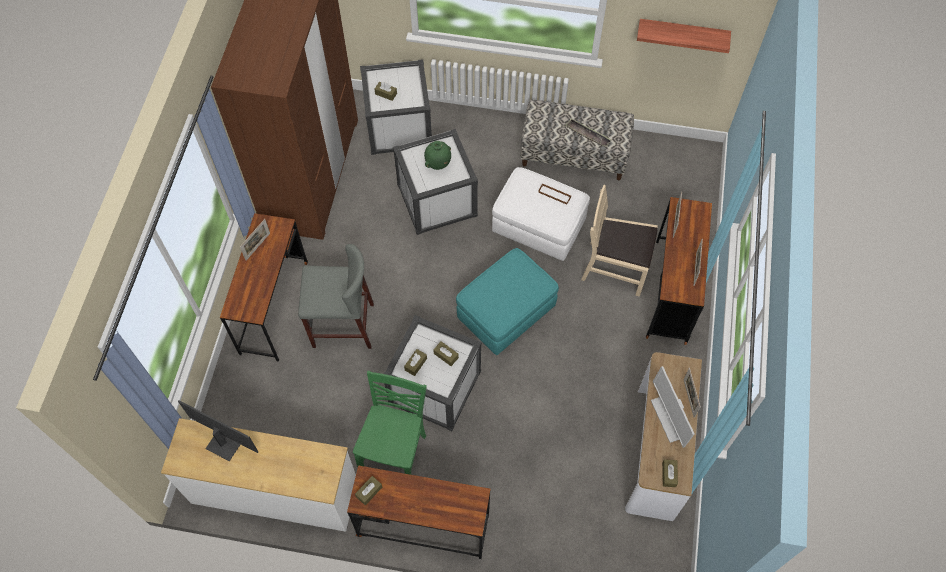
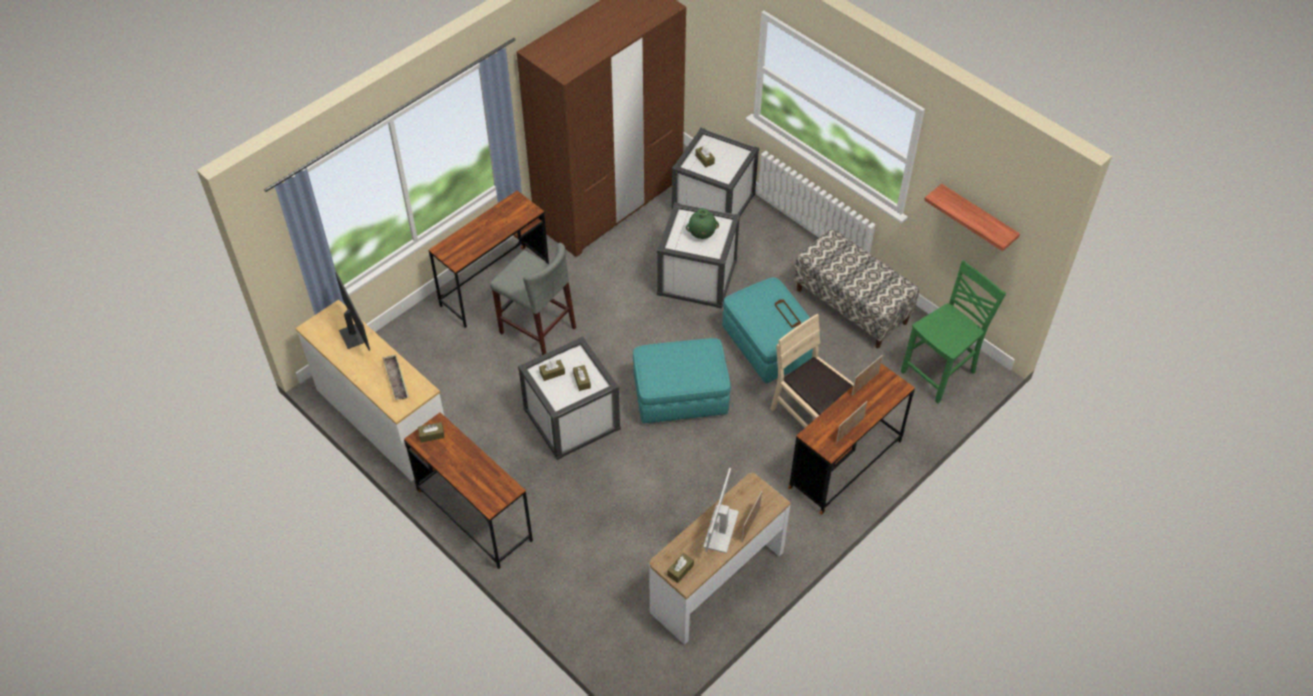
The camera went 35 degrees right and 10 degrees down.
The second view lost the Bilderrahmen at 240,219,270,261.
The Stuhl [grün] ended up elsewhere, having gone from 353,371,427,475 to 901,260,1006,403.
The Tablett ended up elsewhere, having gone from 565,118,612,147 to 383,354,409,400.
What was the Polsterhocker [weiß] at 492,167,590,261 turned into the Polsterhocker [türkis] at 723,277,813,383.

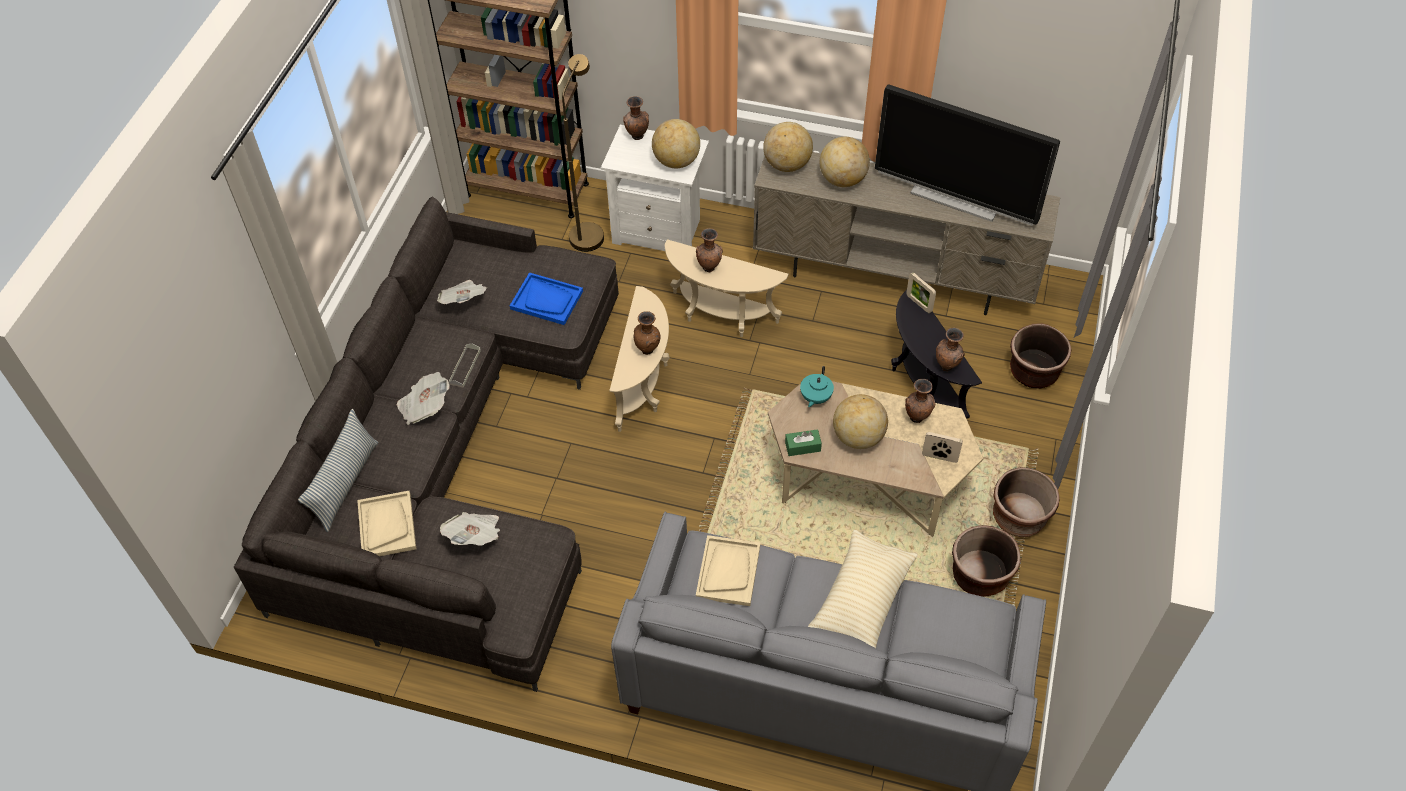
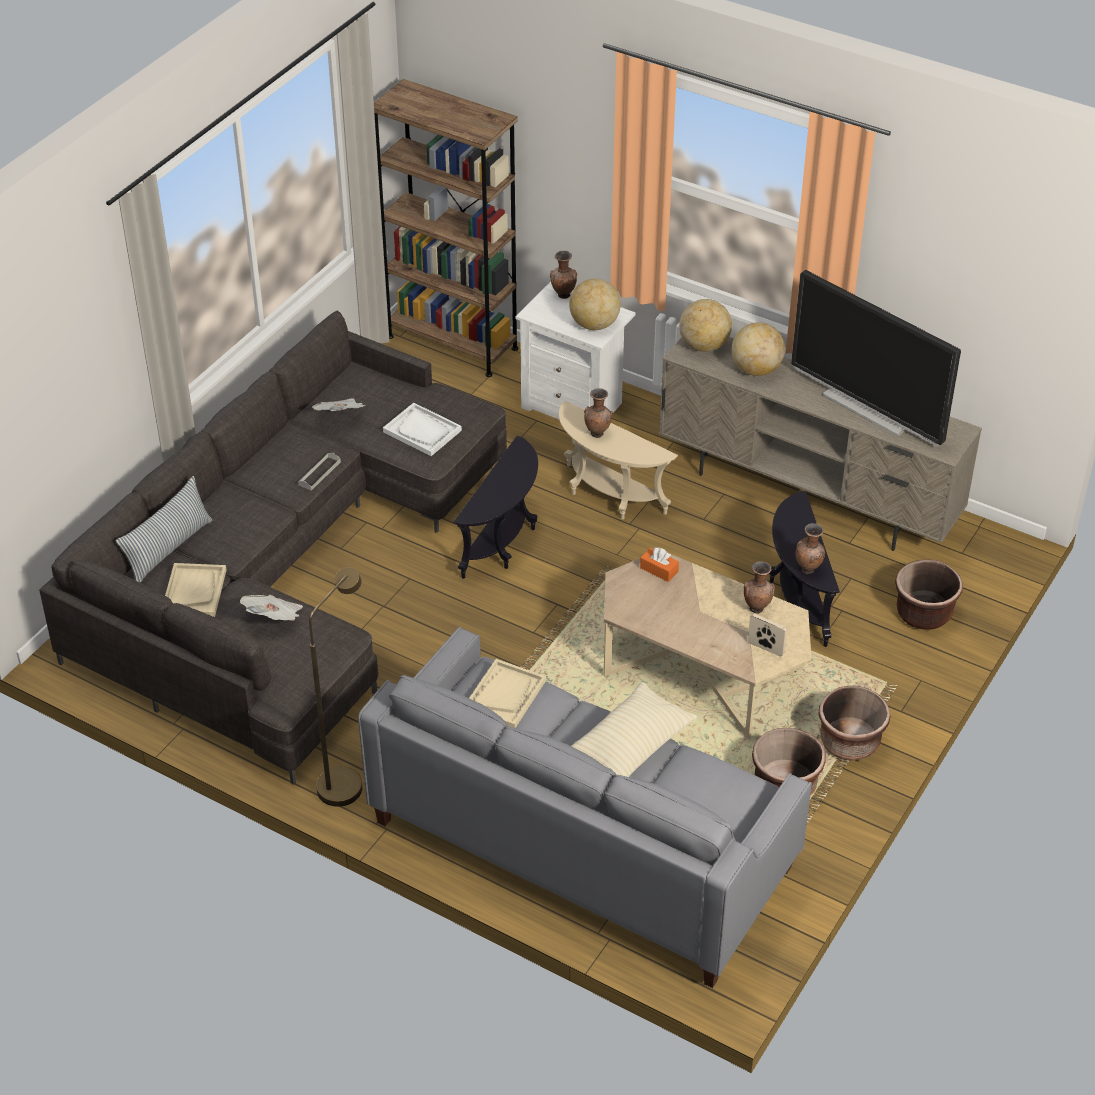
The camera went 15 degrees right and 10 degrees down.
The second view lost the Zeitung at 397,372,450,425.
The second view lost the Vase [braun] at 634,311,661,355.
The second view lost the Taschentuchbox [grün] at 785,429,822,456.
The second view lost the Globus at 833,394,888,449.
The second view lost the Bilderrahmen at 906,272,936,313.
The Stehlampe [braun] ended up elsewhere, having gone from 562,54,604,252 to 309,567,362,807.
Where the Teekanne [türkis] stood at 800,366,834,407, the Taschentuchbox [orange] came to stand at 640,548,679,582.
What was the Tablett [blau] at 510,273,583,325 turned into the Tablett [weiß] at 383,403,462,456.
What was the Beistelltisch [beige] at 609,286,670,432 turned into the Beistelltisch [schwarz] at 453,436,538,579.

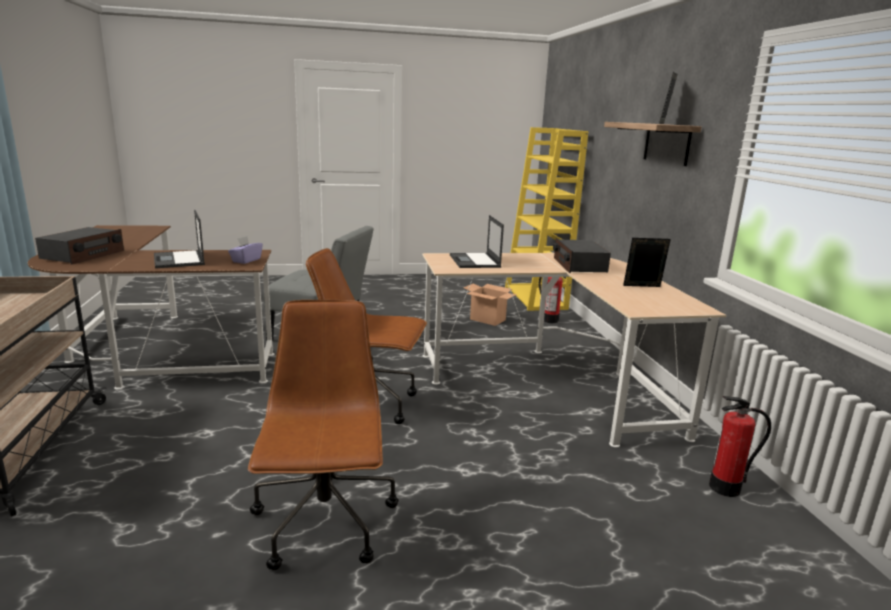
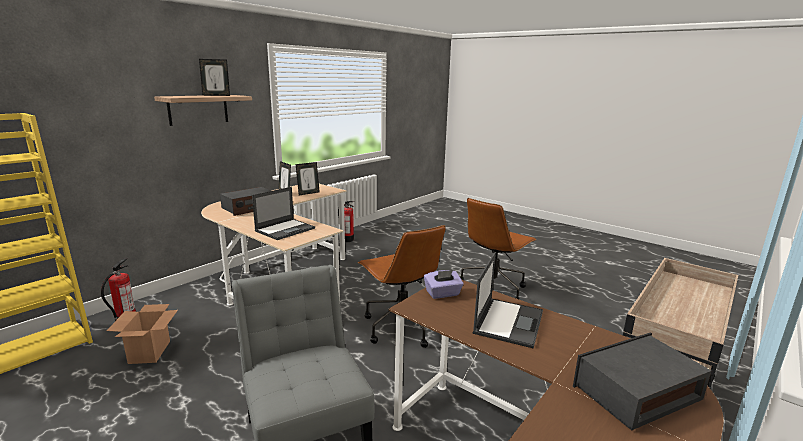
The camera went 130 degrees left and 0 degrees up.
The second view gained the Bilderrahmen at 295,162,320,195.

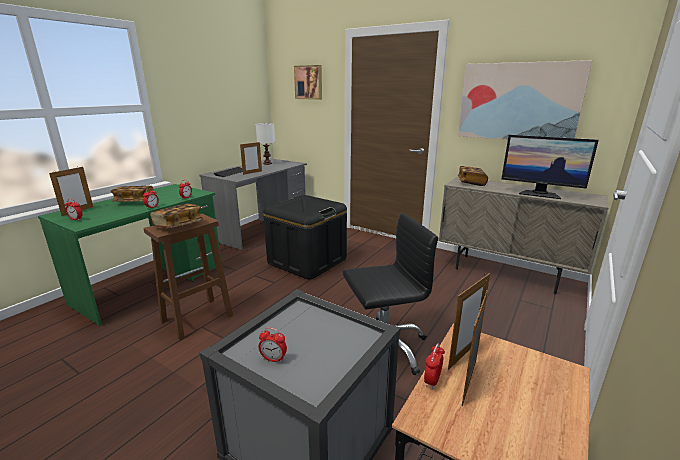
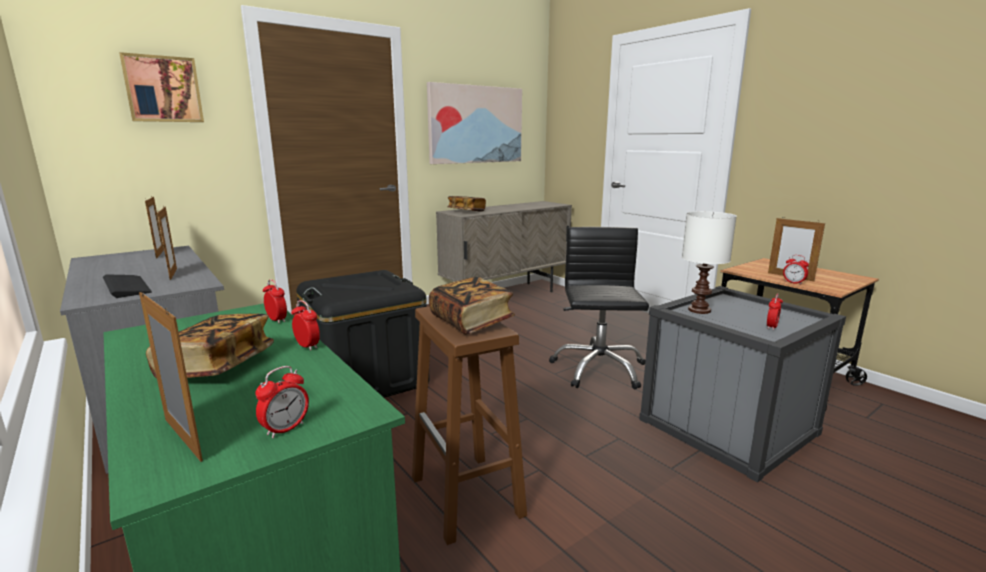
The camera went 70 degrees left and 5 degrees down.
The second view lost the Monitor at 502,135,599,199.
The Tischlampe [weiß] ended up elsewhere, having gone from 256,123,275,165 to 682,211,737,314.
The Bilderrahmen ended up elsewhere, having gone from 448,273,490,369 to 145,195,164,259.

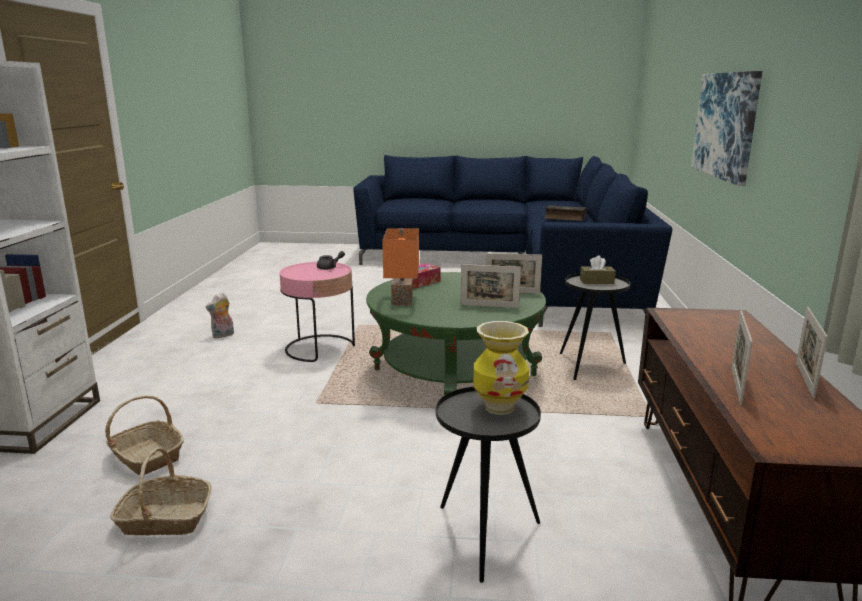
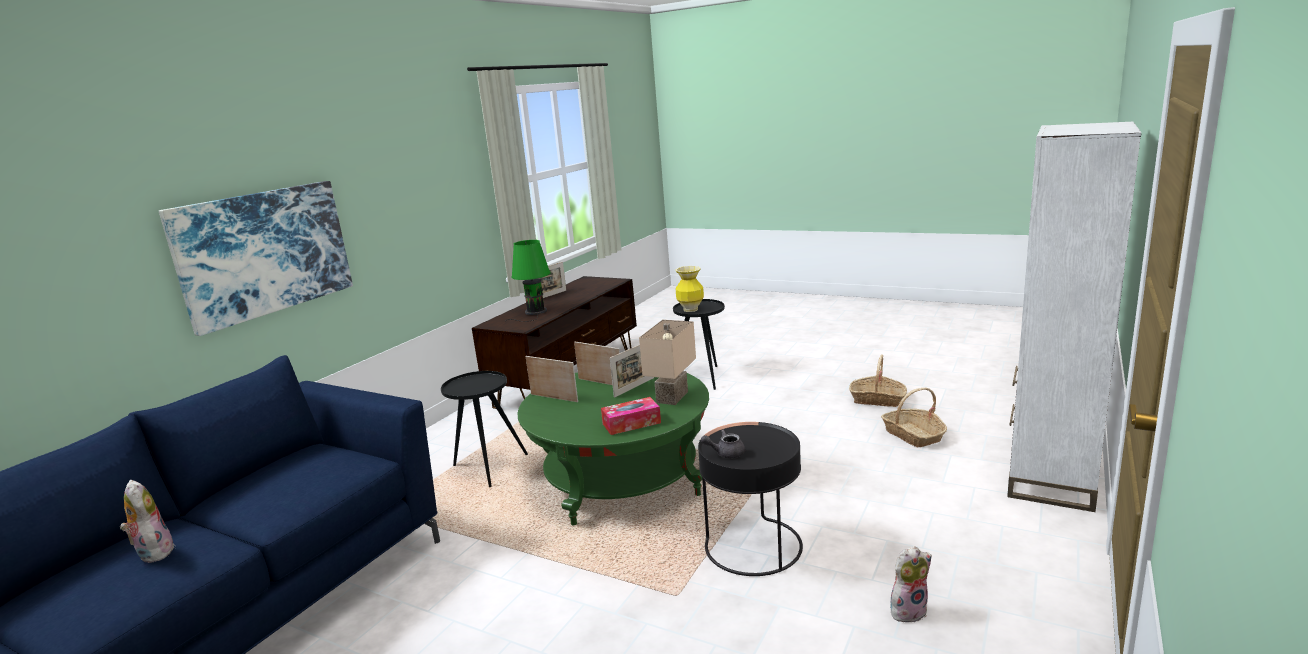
The camera went 155 degrees left and 0 degrees up.
The second view lost the Taschentuchbox [braun] at 580,255,616,284.
The second view gained the Tischlampe [grün] at 505,240,551,322.
The Bilderrahmen ended up elsewhere, having gone from 731,311,753,405 to 610,345,654,398.
Where the Buch stood at 544,205,587,221, the Plüschtier came to stand at 120,480,175,563.
What was the Beistelltisch [rosa] at 280,262,355,362 turned into the Beistelltisch [schwarz] at 698,422,803,576.
What was the Tischlampe [orange] at 382,228,419,306 turned into the Tischlampe [beige] at 639,320,696,405.

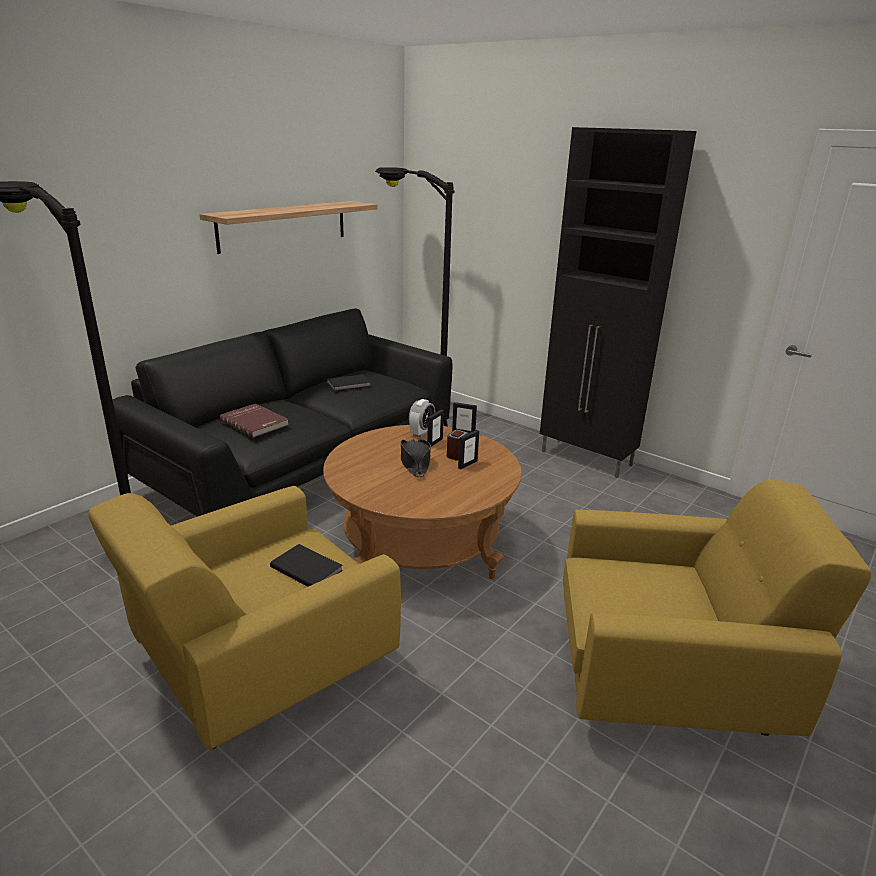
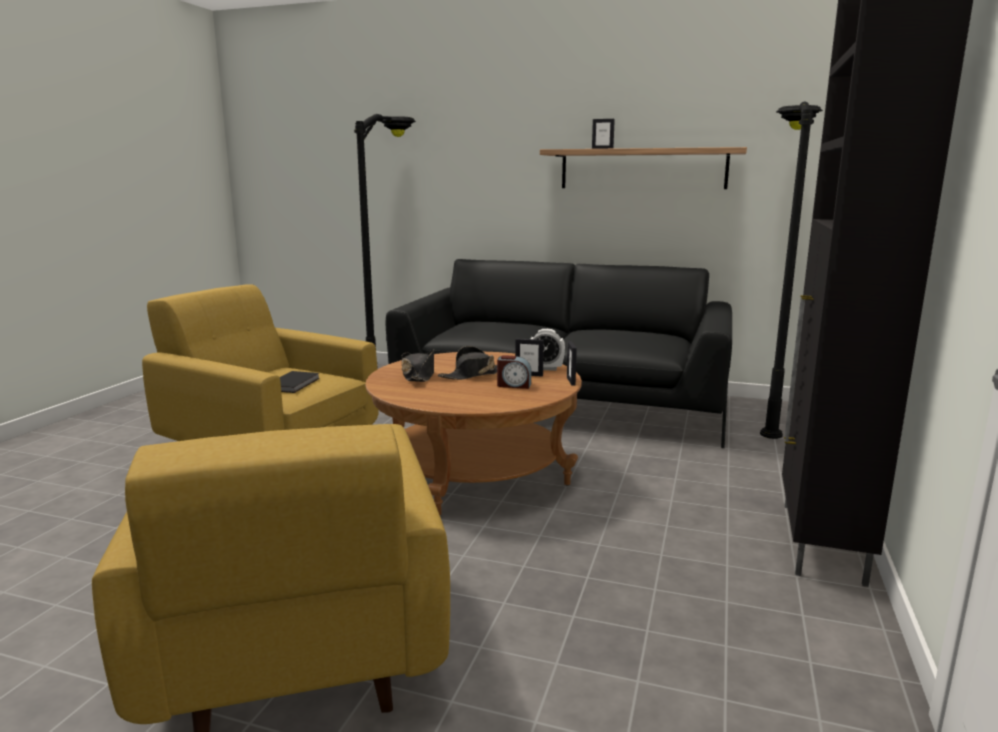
The camera went 70 degrees right and 10 degrees down.
The second view lost the Buch [rot] at 220,404,289,438.
The second view lost the Buch [schwarz] at 327,374,371,391.
The second view gained the Hut [schwarz] at 401,349,434,382.
The Bilderrahmen ended up elsewhere, having gone from 458,430,479,469 to 592,119,615,149.

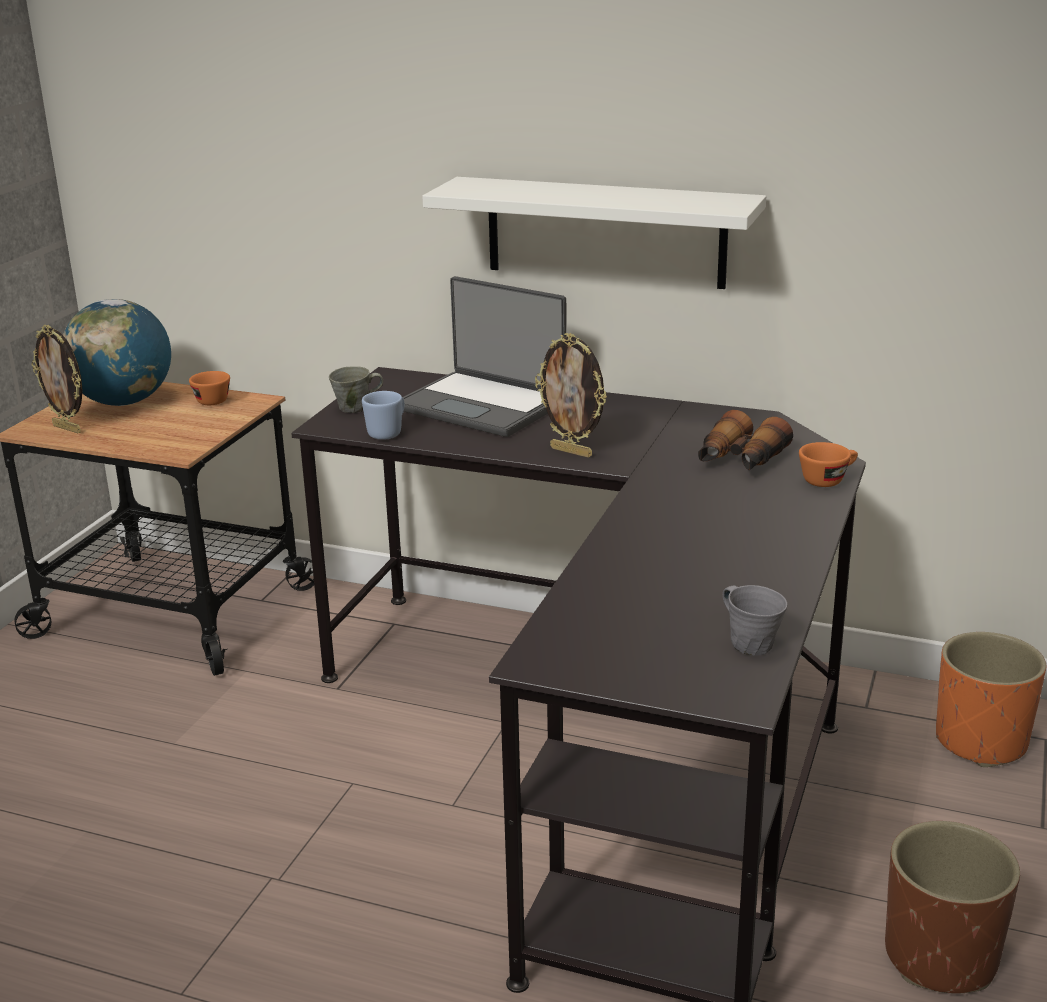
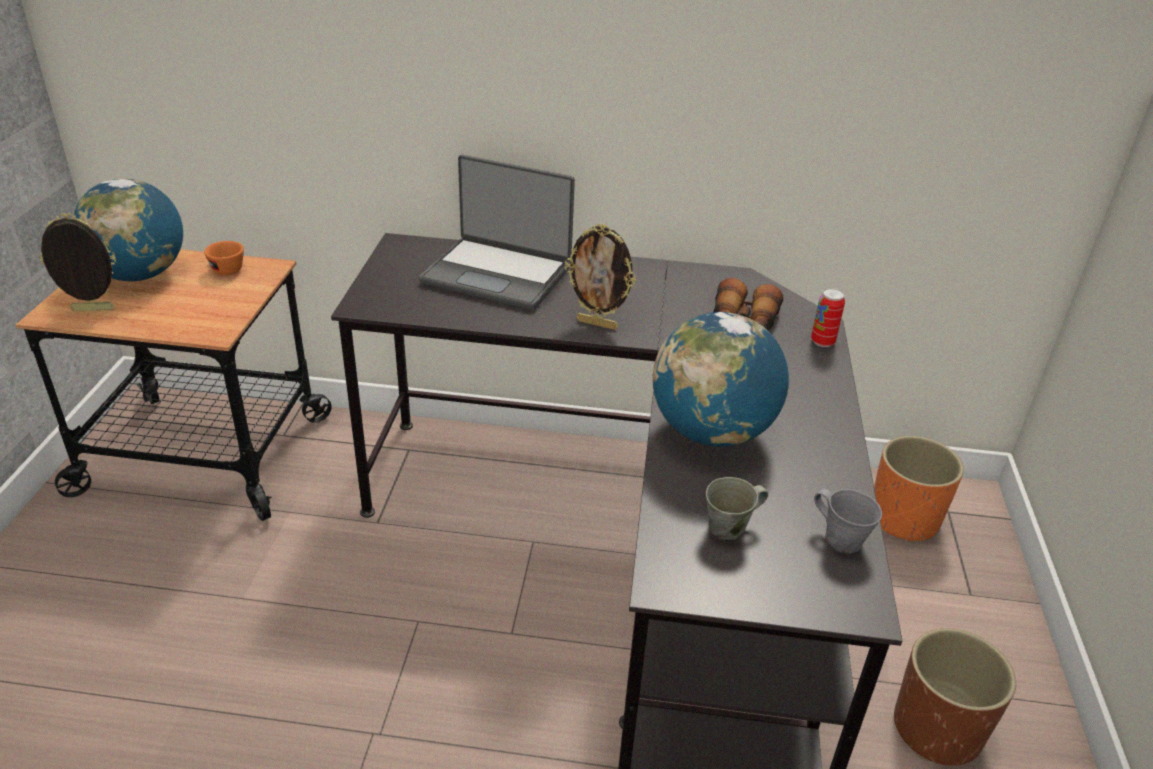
The camera went 15 degrees left and 10 degrees up.
The second view lost the Henkelbecher [blau] at 362,391,404,440.
The second view lost the Wandregal [weiß] at 422,177,766,289.
The second view gained the Globus at 653,312,789,447.
The Henkelbecher [grau] ended up elsewhere, having gone from 329,366,383,413 to 706,477,768,540.
Where the Tasse [orange] stood at 799,442,858,487, the Dose came to stand at 811,288,845,347.
The Bilderrahmen at 32,325,83,433 ended up facing another way, 150 degrees clockwise from before.

